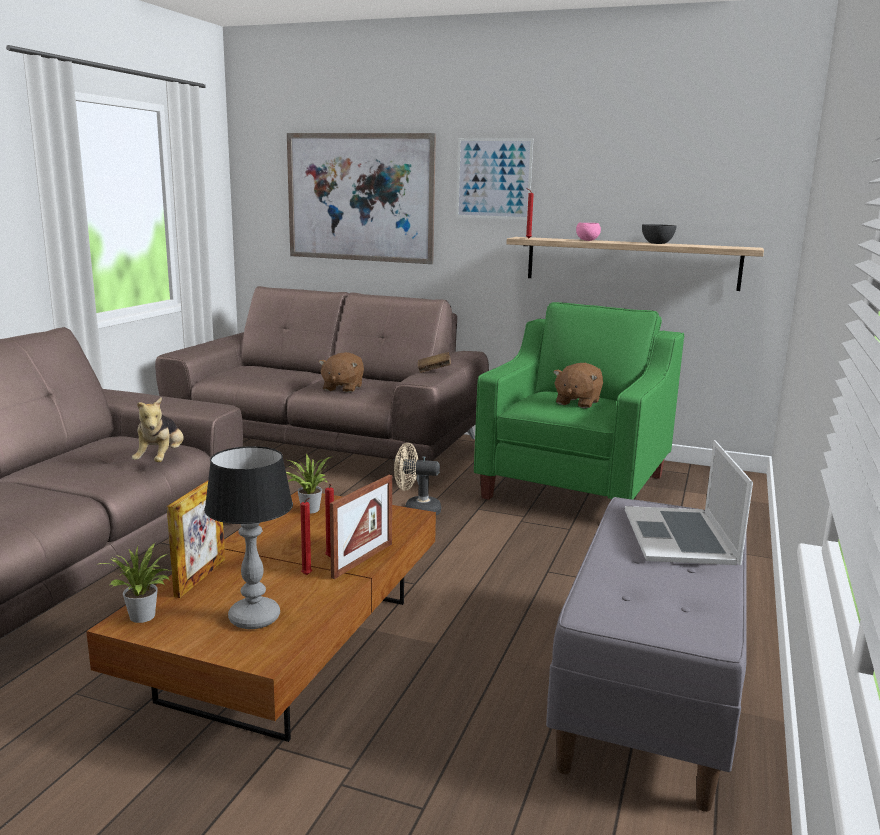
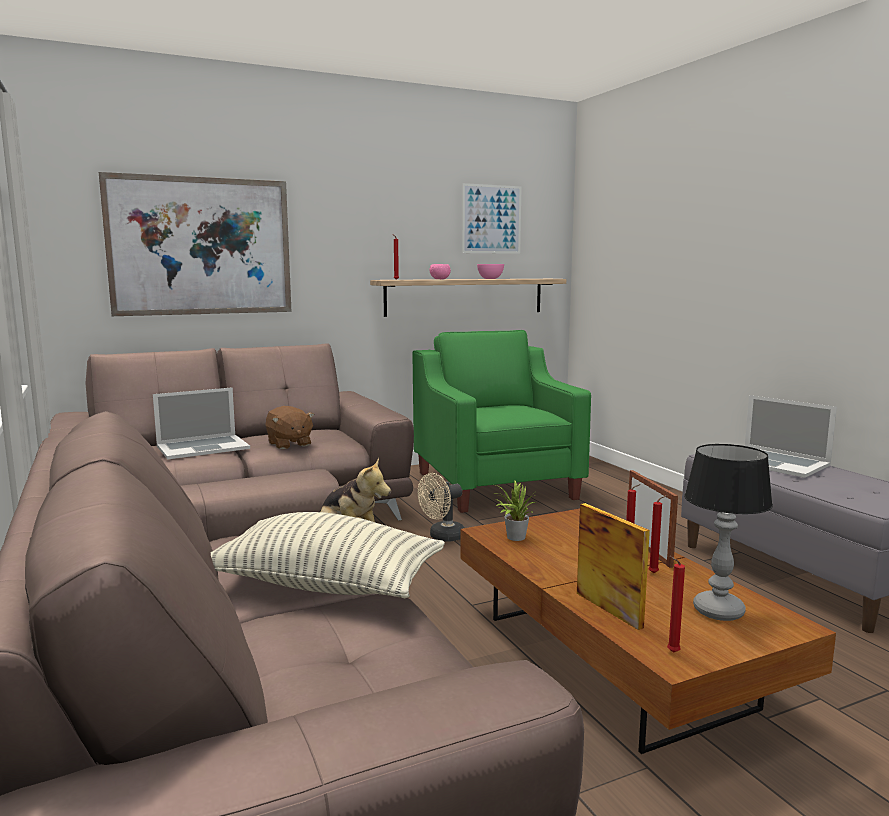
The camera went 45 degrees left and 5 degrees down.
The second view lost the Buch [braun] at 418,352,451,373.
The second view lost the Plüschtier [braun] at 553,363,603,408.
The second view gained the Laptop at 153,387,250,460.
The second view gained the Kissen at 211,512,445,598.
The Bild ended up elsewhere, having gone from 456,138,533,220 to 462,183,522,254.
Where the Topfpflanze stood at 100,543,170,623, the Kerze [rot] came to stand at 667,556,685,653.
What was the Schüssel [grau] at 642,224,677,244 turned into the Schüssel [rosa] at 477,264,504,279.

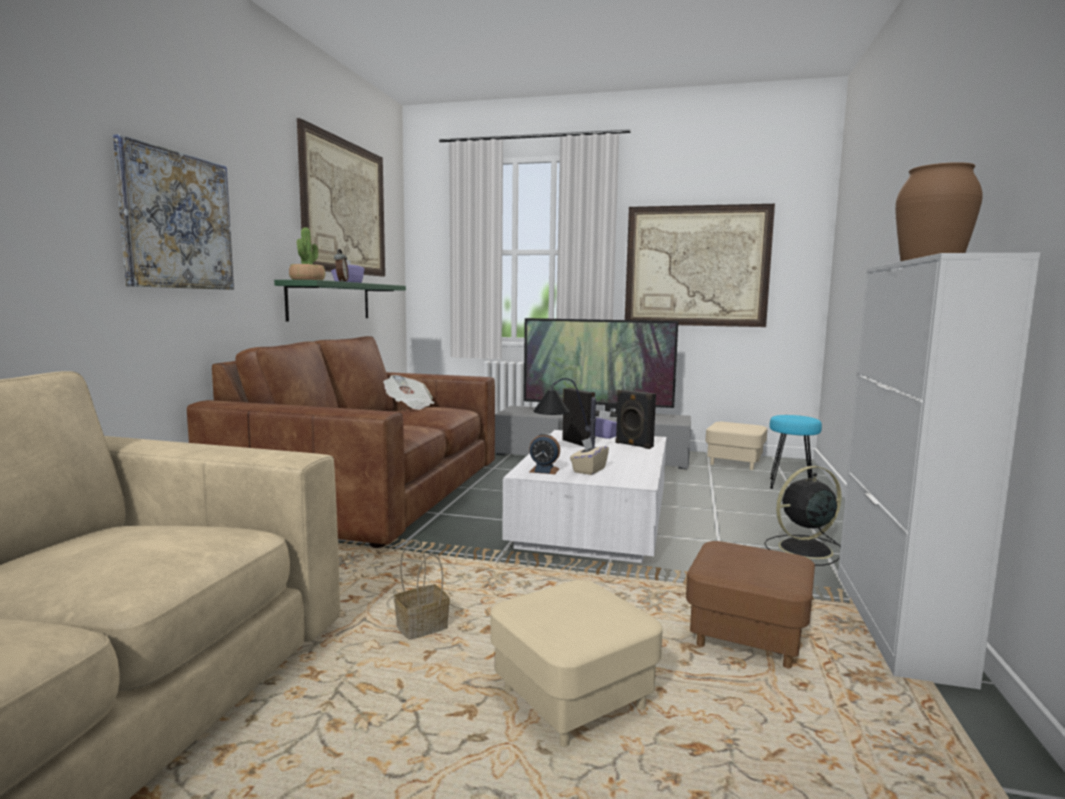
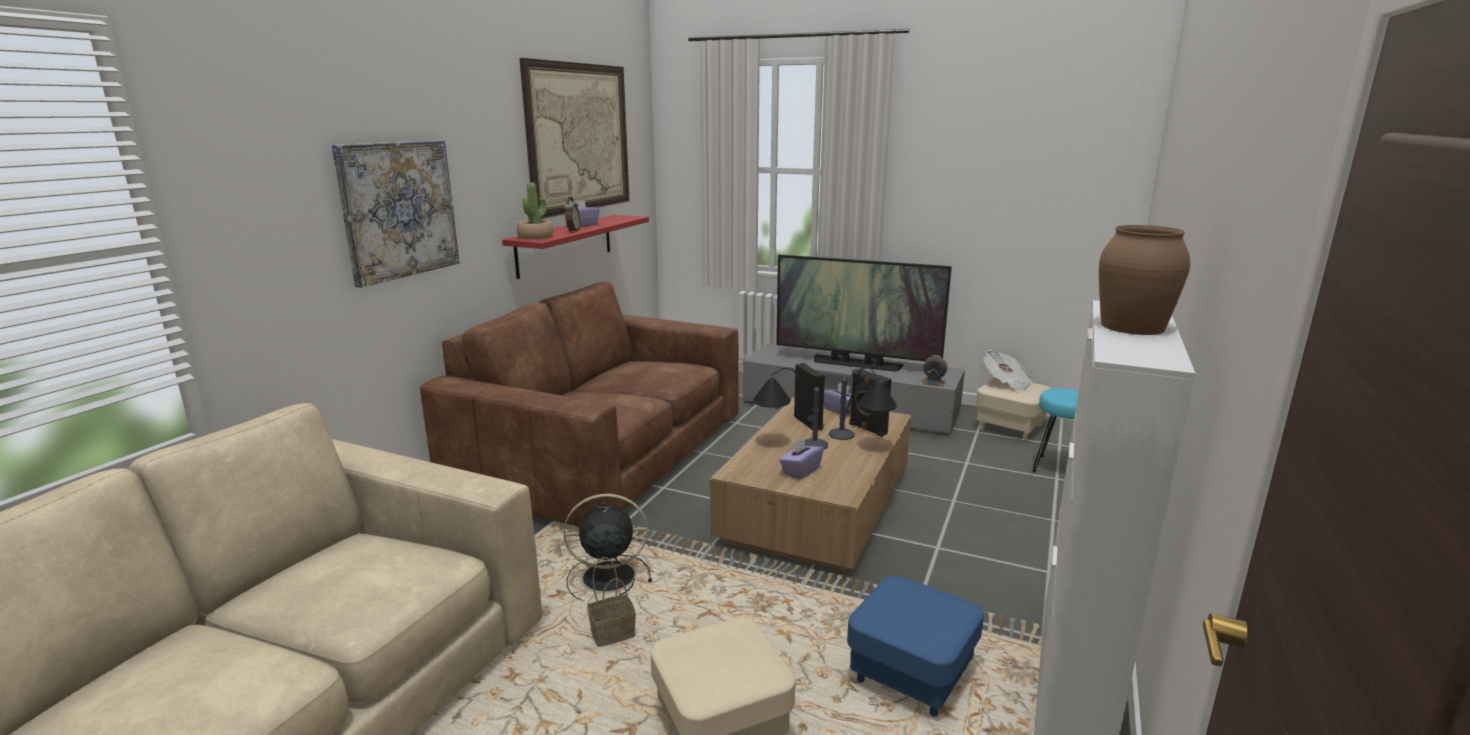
The camera went 10 degrees right and 10 degrees up.
The second view lost the Bild at 625,204,775,327.
The second view gained the Tischlampe at 829,367,897,440.
The Zeitung ended up elsewhere, having gone from 383,375,435,410 to 983,350,1033,392.
The Wecker ended up elsewhere, having gone from 529,433,560,474 to 922,355,947,387.
The Ventilator [schwarz] ended up elsewhere, having gone from 764,466,842,566 to 564,494,652,601.
What was the Wandregal [grün] at 274,280,406,322 turned into the Wandregal [rot] at 502,215,649,279.
What was the Couchtisch [weiß] at 502,430,666,563 turned into the Couchtisch [braun] at 710,397,911,571.
What was the Taschentuchbox [beige] at 570,438,609,475 turned into the Taschentuchbox [lila] at 779,438,824,479.
What was the Polsterhocker [braun] at 686,541,815,668 turned into the Polsterhocker [blau] at 847,576,984,717.

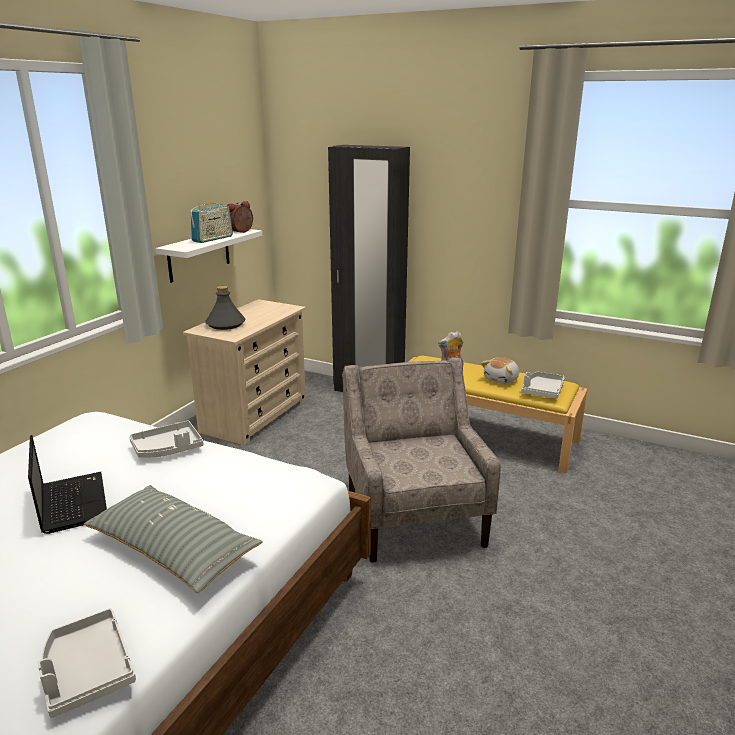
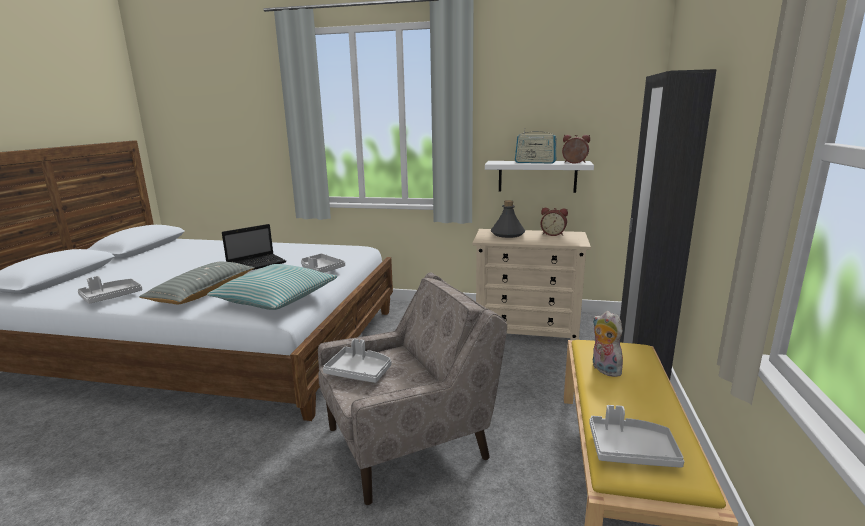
The camera went 75 degrees right and 5 degrees down.
The second view lost the Plüschtier at 481,357,519,384.
The second view gained the Kissen at 207,264,337,310.
The second view gained the Tablett [grau] at 323,339,391,383.
The second view gained the Wecker at 541,207,568,236.

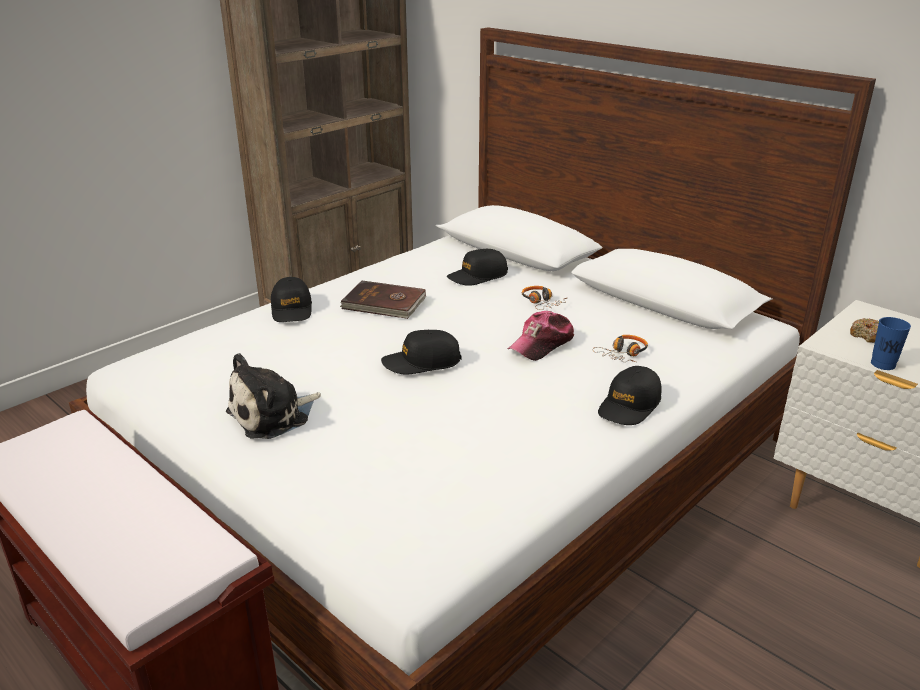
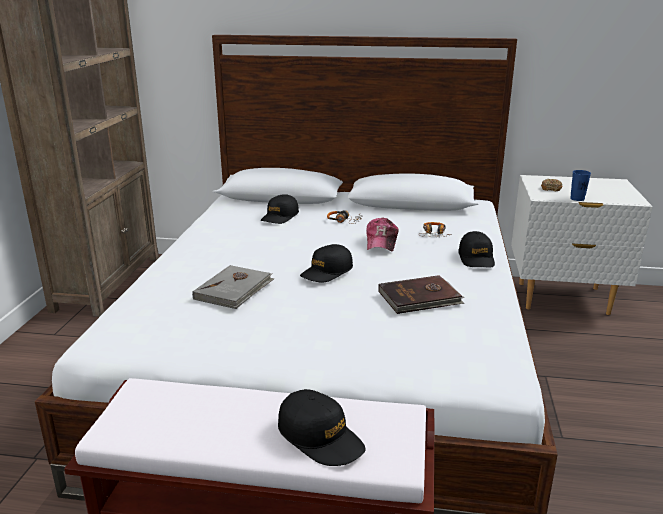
The camera went 35 degrees left and 5 degrees down.
The second view lost the Plüschtier at 226,353,321,439.
The second view gained the Buch [grau] at 192,265,275,309.
The Kappe [schwarz] ended up elsewhere, having gone from 271,277,312,322 to 278,389,366,466.
The Buch [braun] ended up elsewhere, having gone from 340,281,426,319 to 378,275,465,314.

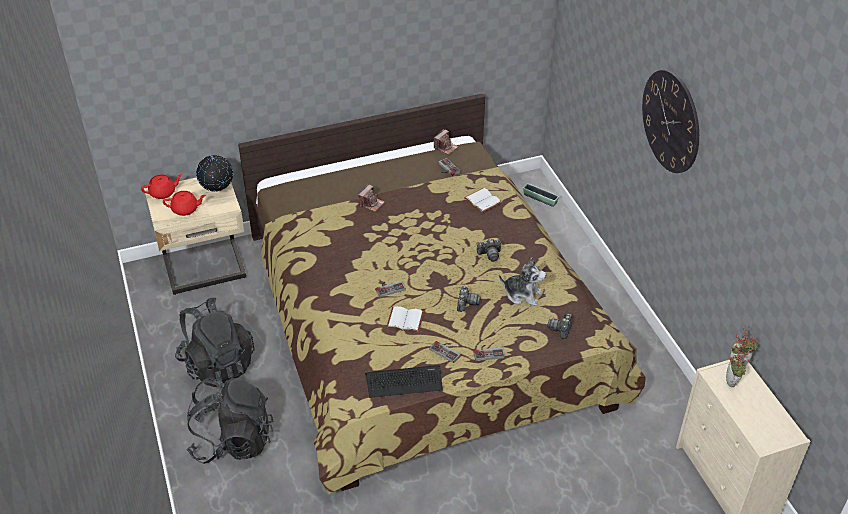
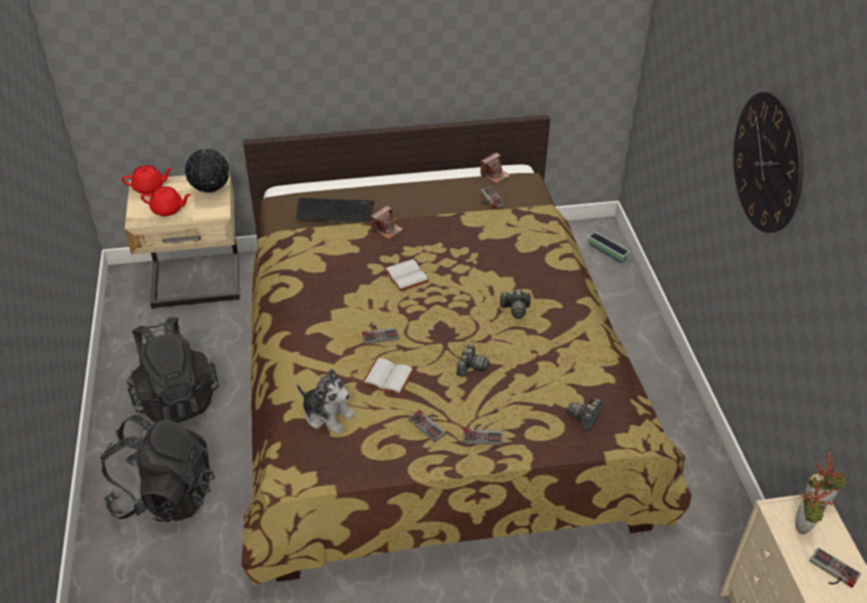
The camera went 10 degrees right and 0 degrees up.
The second view gained the Gamepad at 809,548,861,588.
The Tastatur ended up elsewhere, having gone from 365,365,443,398 to 296,198,374,222.
The Buch [weiß] ended up elsewhere, having gone from 464,188,502,213 to 384,259,429,291.
The Plüschtier ended up elsewhere, having gone from 499,258,546,306 to 297,369,355,434.

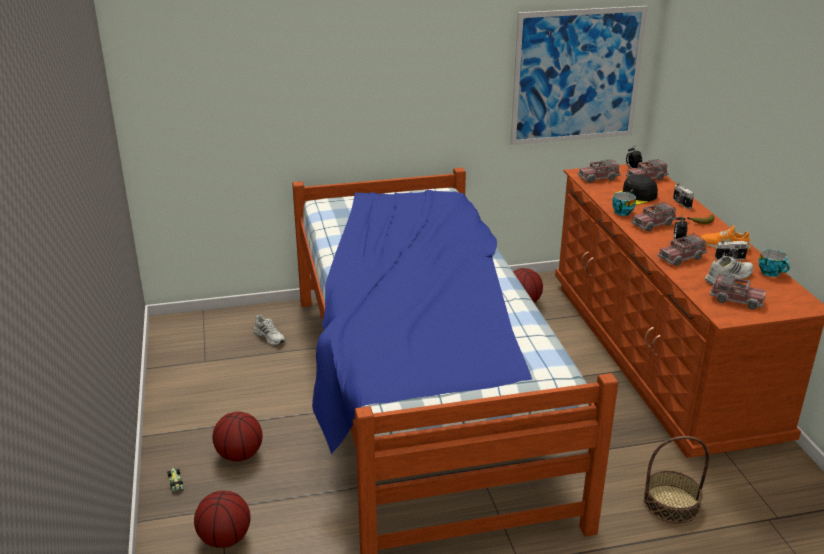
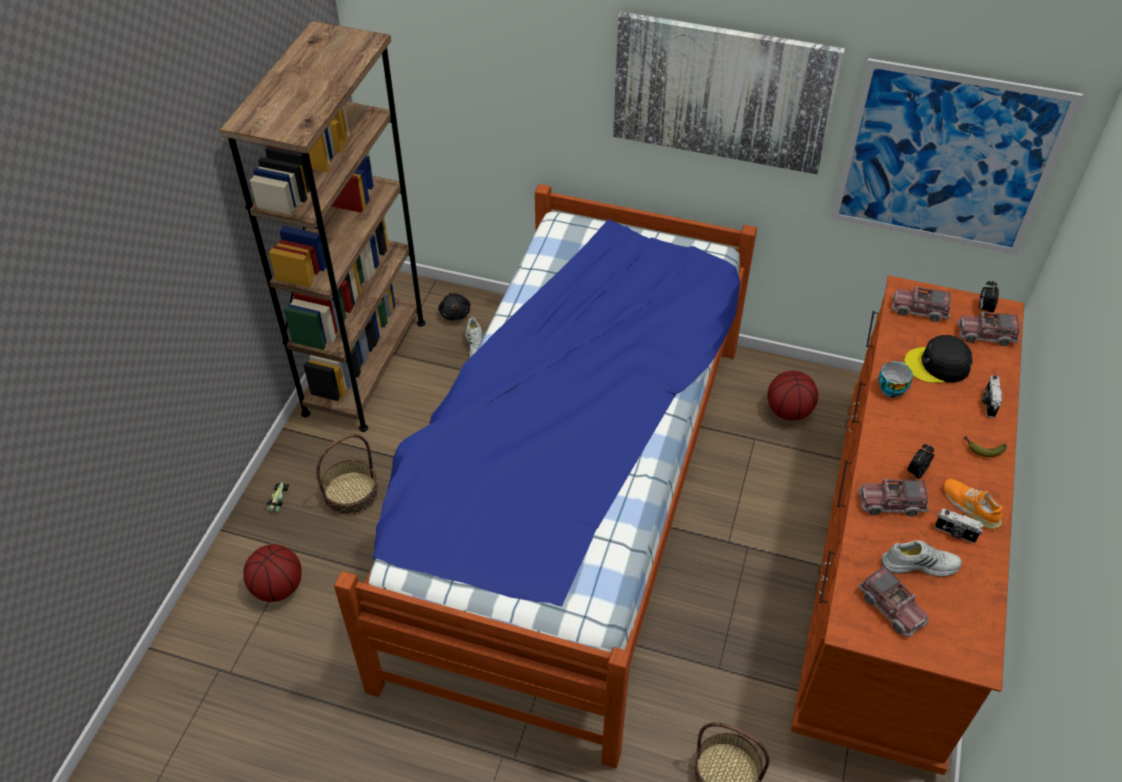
The camera went 30 degrees right and 20 degrees up.
The second view lost the Spielzeuglaster at 631,202,677,231.
The second view lost the Tasse at 758,249,790,277.
The second view gained the Bücherregal [braun] at 220,21,425,432.
The second view gained the Plüschtier [schwarz] at 438,292,470,321.
The second view gained the Bild at 613,12,845,174.
Where the Basketball stood at 212,412,263,462, the Korb came to stand at 316,434,379,516.

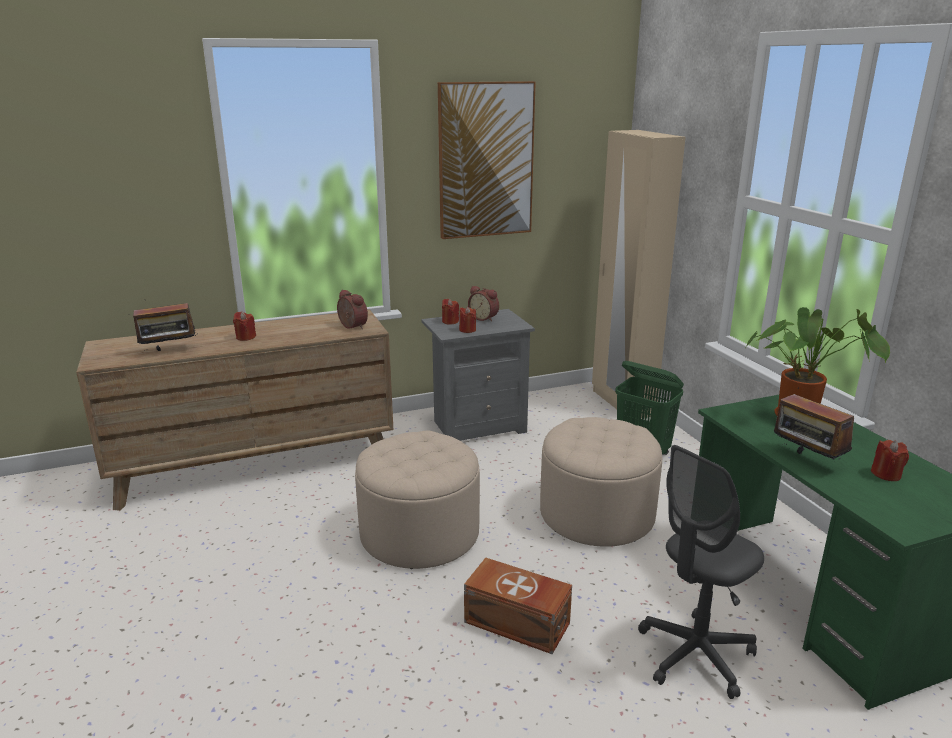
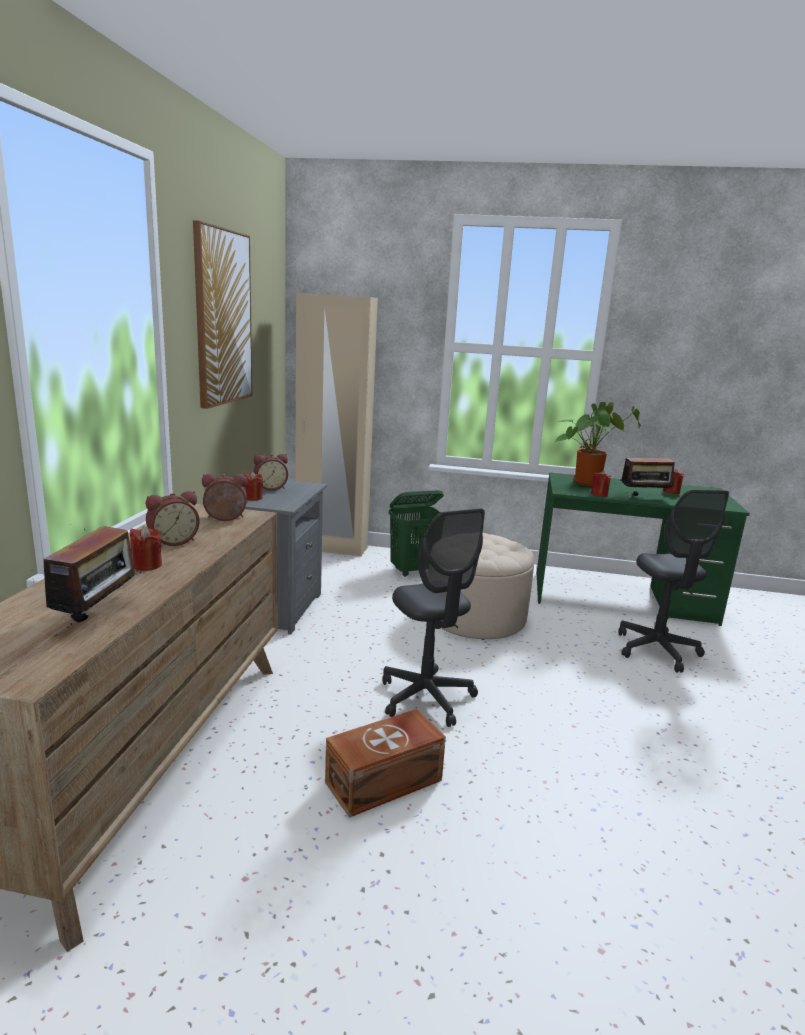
The camera went 60 degrees left and 5 degrees down.
The second view gained the Wecker at 146,491,200,546.
The Kerze [rot] ended up elsewhere, having gone from 459,307,476,333 to 591,471,611,497.
The Aufbewahrungsbox [braun] ended up elsewhere, having gone from 464,558,572,654 to 325,709,446,818.
Where the Polsterhocker [beige] stood at 355,431,480,569, the Bürostuhl [grau] came to stand at 382,508,485,727.

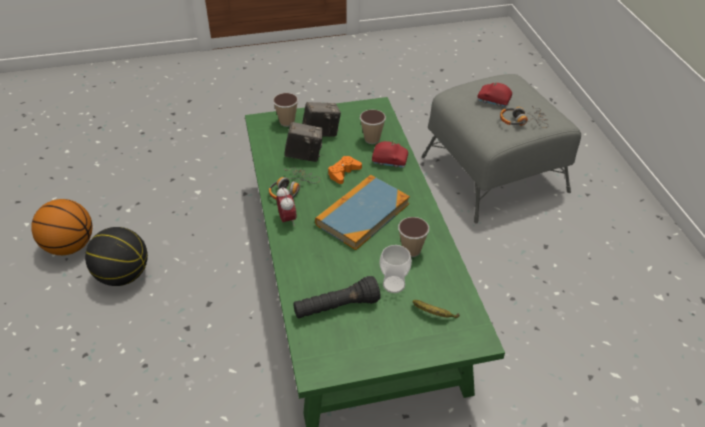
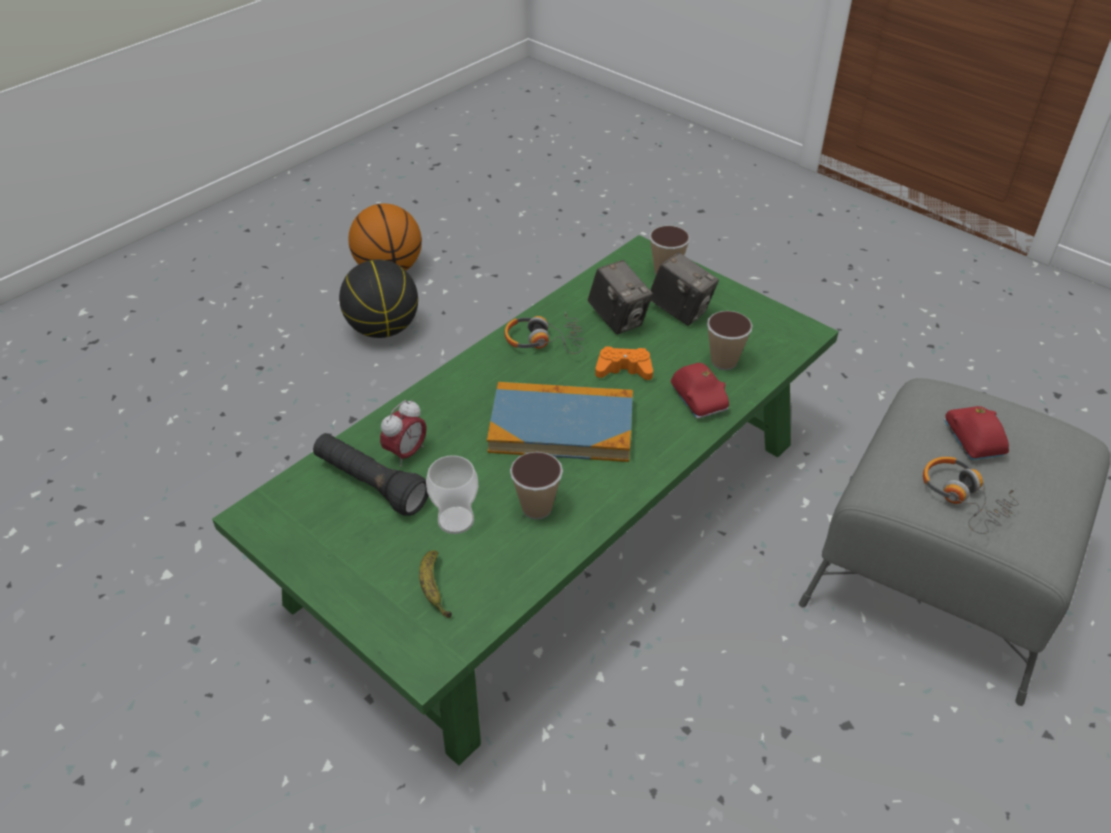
The camera went 55 degrees right and 0 degrees up.
The Wecker ended up elsewhere, having gone from 277,188,297,226 to 380,400,427,467.

